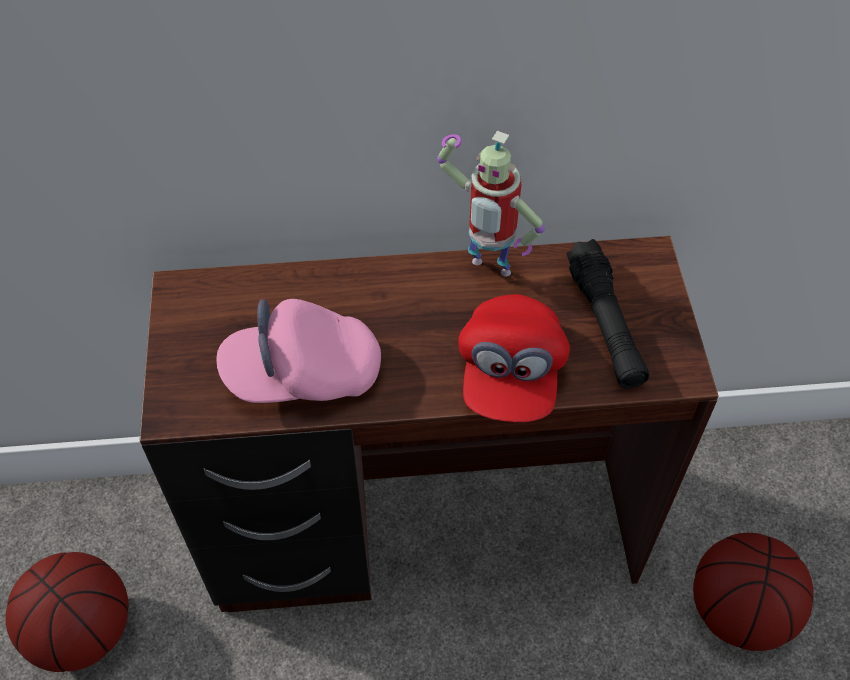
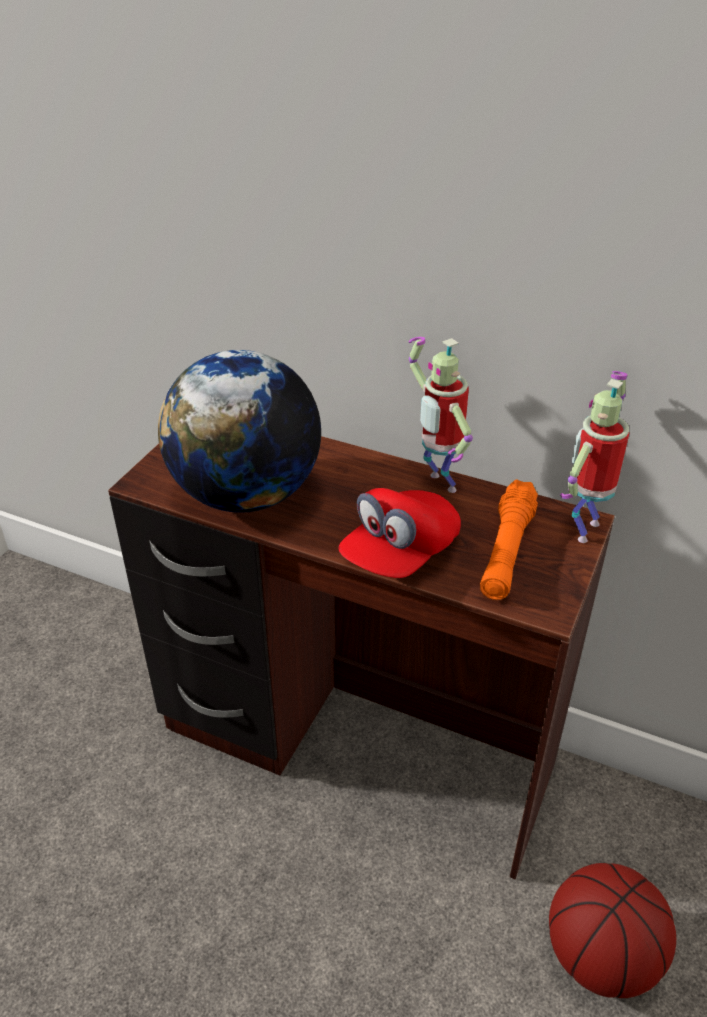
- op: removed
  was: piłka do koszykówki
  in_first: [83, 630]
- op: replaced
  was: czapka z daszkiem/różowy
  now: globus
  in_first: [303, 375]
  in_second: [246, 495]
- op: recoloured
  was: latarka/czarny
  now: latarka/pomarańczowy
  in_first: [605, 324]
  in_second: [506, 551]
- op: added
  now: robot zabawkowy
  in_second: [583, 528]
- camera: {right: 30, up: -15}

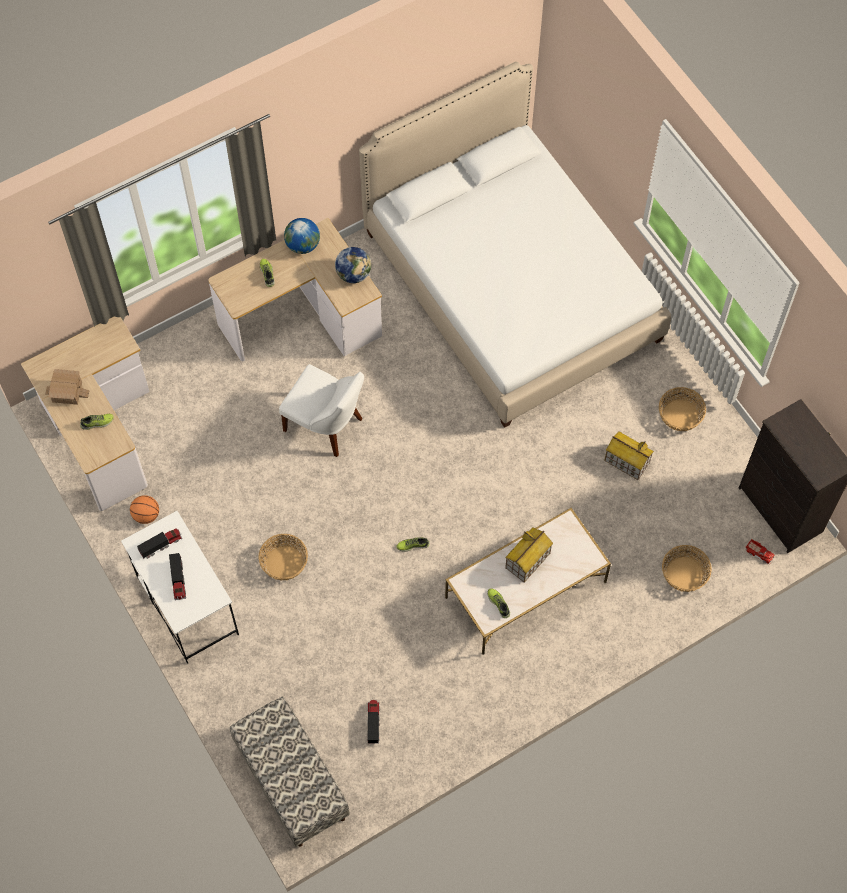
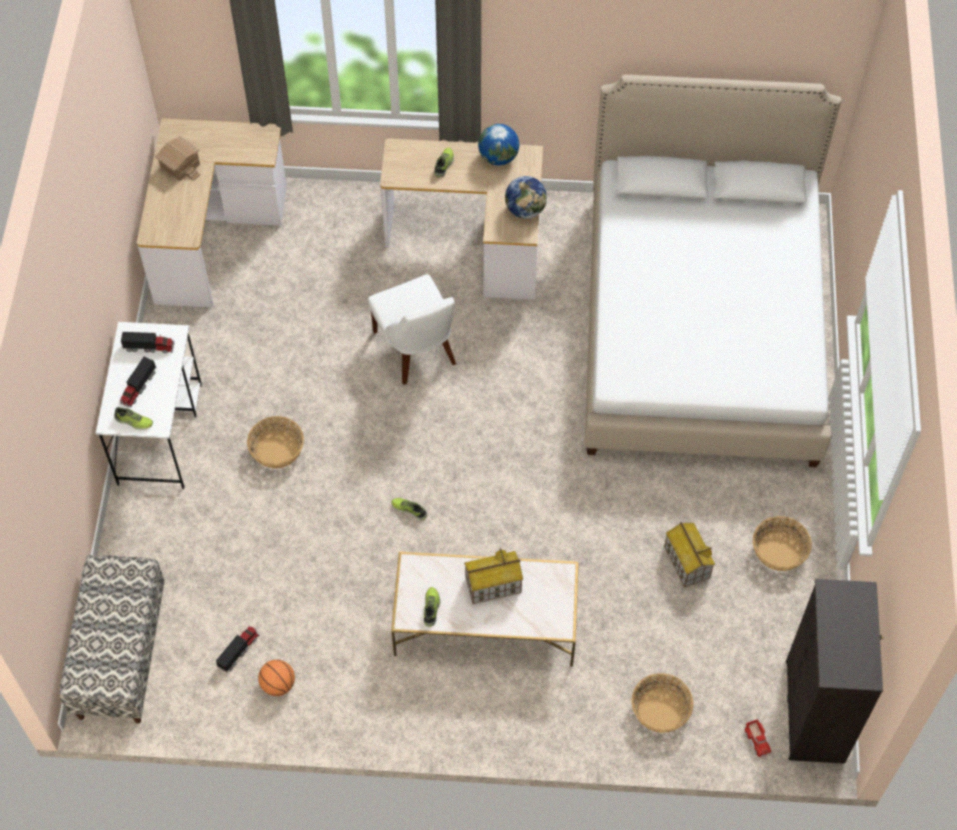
- op: moved
  was: but
  in_first: [97, 423]
  in_second: [133, 422]
- op: moved
  was: piłka do koszykówki
  in_first: [146, 515]
  in_second: [278, 684]
- camera: {right: 35, up: -5}

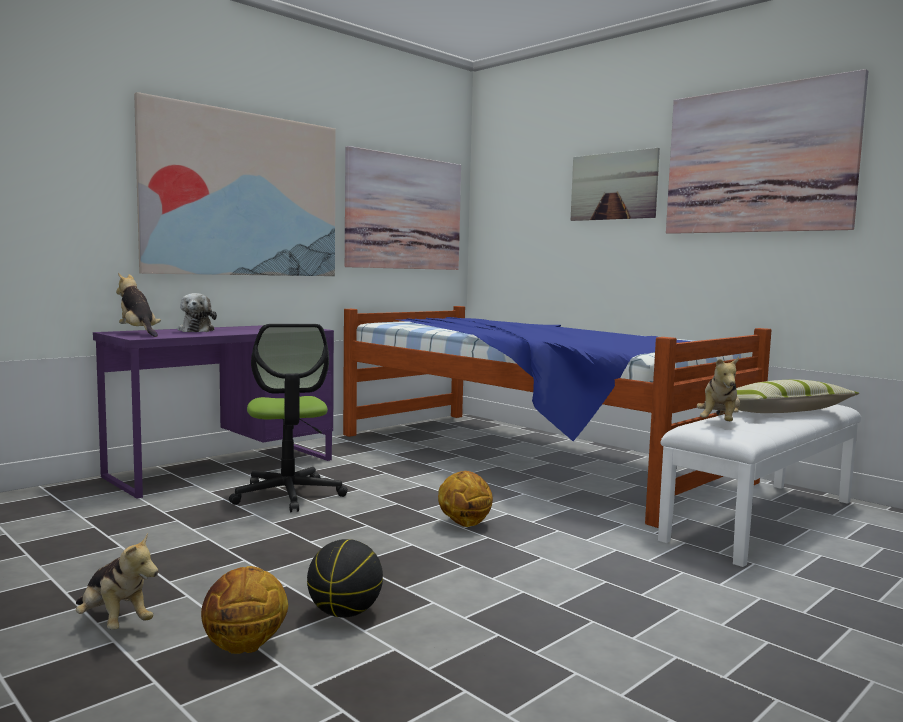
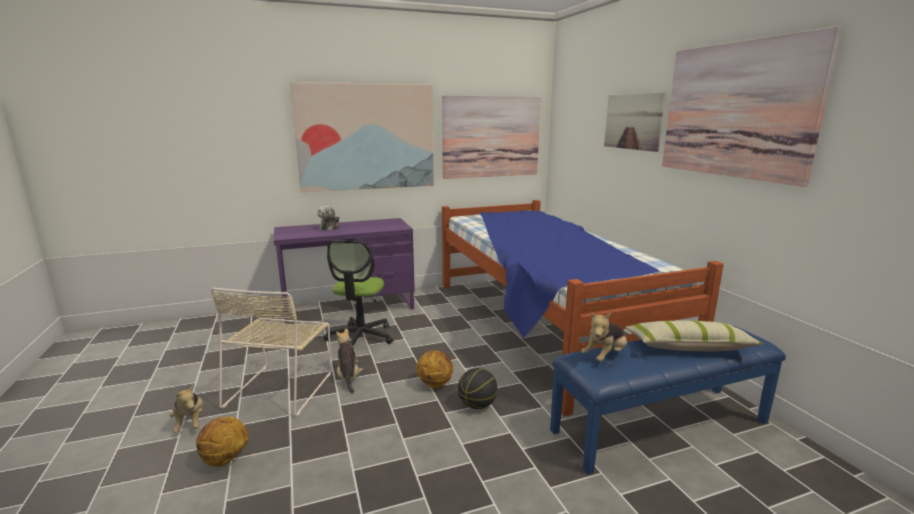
- op: moved
  was: pluszak
  in_first: [139, 333]
  in_second: [348, 377]
- op: moved
  was: piłka do koszykówki
  in_first: [345, 613]
  in_second: [477, 405]
- op: recoloured
  was: ławka/biały
  now: ławka/niebieski
  in_first: [761, 519]
  in_second: [659, 425]
- op: added
  now: krzesło/beżowy
  in_second: [281, 387]
- camera: {right: 25, up: 10}

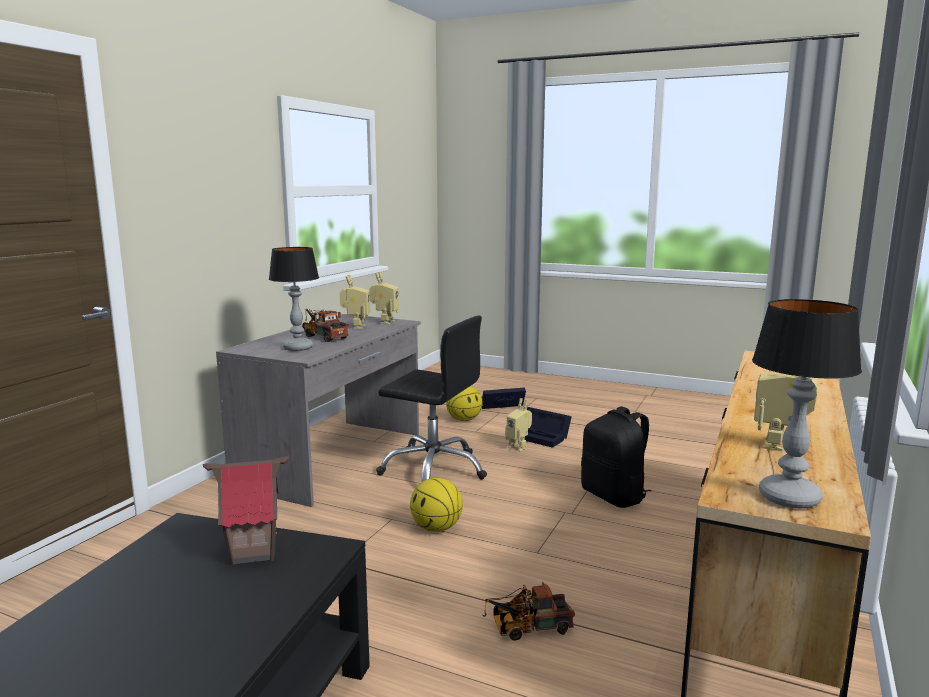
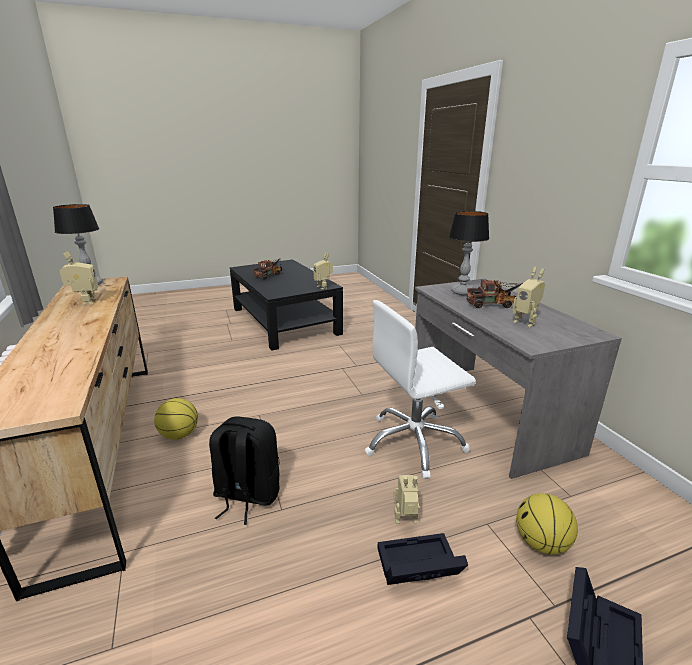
- op: removed
  was: domek
  in_first: [253, 552]
- op: moved
  was: robot zabawkowy
  in_first: [384, 322]
  in_second: [323, 287]
- op: recoloured
  was: krzesło biurowe/czarny
  now: krzesło biurowe/biały
  in_first: [434, 469]
  in_second: [414, 443]
- op: moved
  was: piłka do koszykówki
  in_first: [436, 528]
  in_second: [179, 435]
- op: moved
  was: ciężarówka zabawkowa
  in_first: [527, 628]
  in_second: [270, 275]
- camera: {right: 135, up: 10}

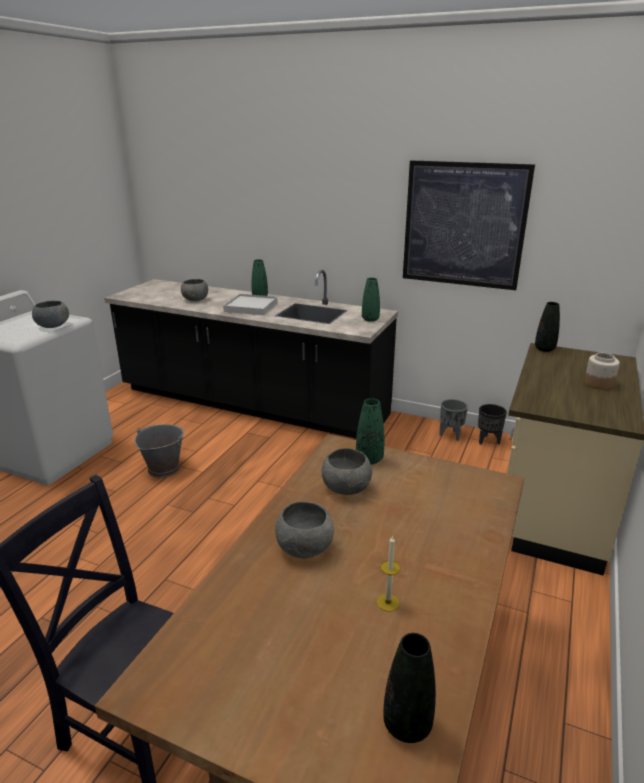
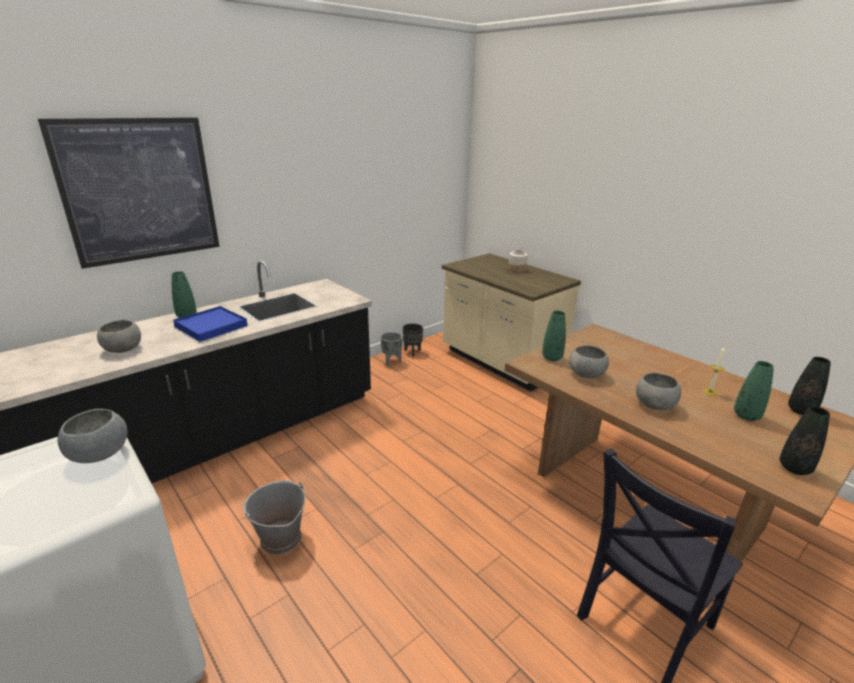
- op: recoloured
  was: taca/biały
  now: taca/niebieski
  in_first: [251, 307]
  in_second: [211, 326]
- op: moved
  was: wazon/zielony
  in_first: [370, 319]
  in_second: [746, 416]
- op: moved
  was: obraz
  in_first: [463, 225]
  in_second: [140, 191]
- op: moved
  was: wazon/czarny
  in_first: [544, 349]
  in_second: [794, 468]
- camera: {right: -65, up: 0}

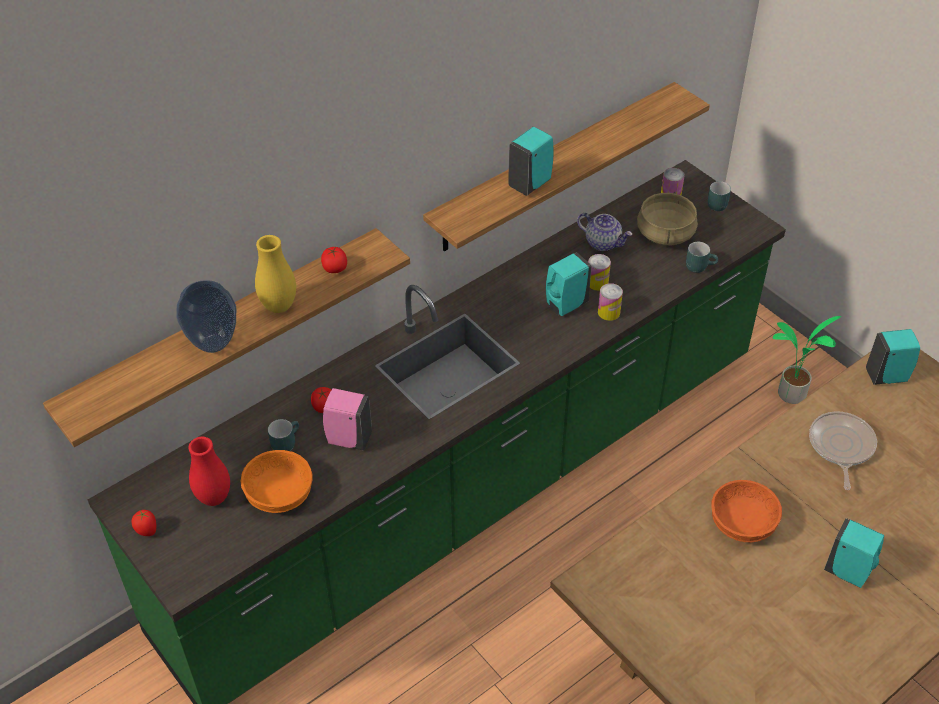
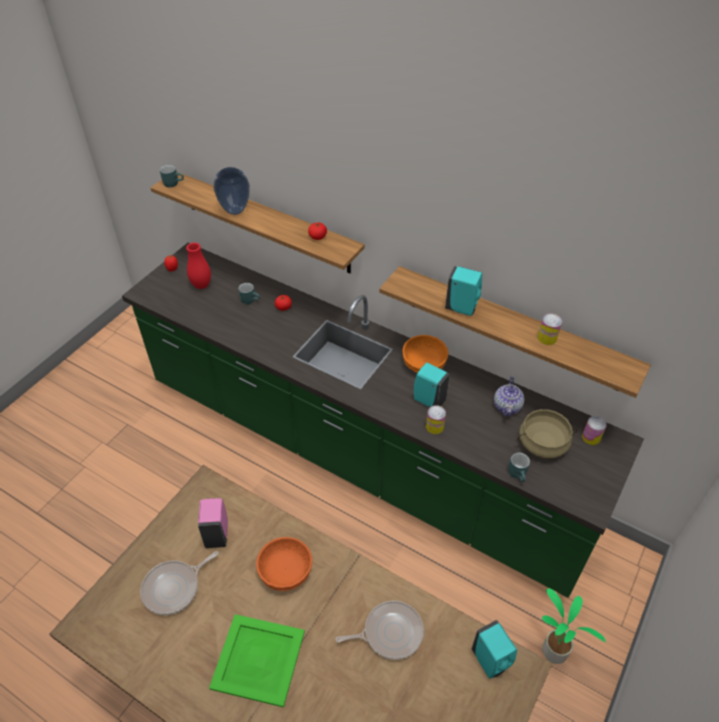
- op: moved
  was: miska/pomarańczowy
  in_first: [279, 494]
  in_second: [423, 363]
- op: removed
  was: wazon/żółty
  in_first: [279, 306]
- op: moved
  was: dozownik mydła/różowy
  in_first: [348, 439]
  in_second: [217, 533]
- op: moved
  was: puszka
  in_first: [597, 283]
  in_second: [547, 338]
- op: moved
  was: kubek/turkusowy
  in_first: [716, 203]
  in_second: [173, 183]
- op: replaced
  was: dozownik mydła/turkusowy
  now: taca/zielony
  in_first: [849, 572]
  in_second: [259, 659]
- op: added
  now: patelnia
  in_second: [174, 588]
- camera: {right: 70, up: 0}

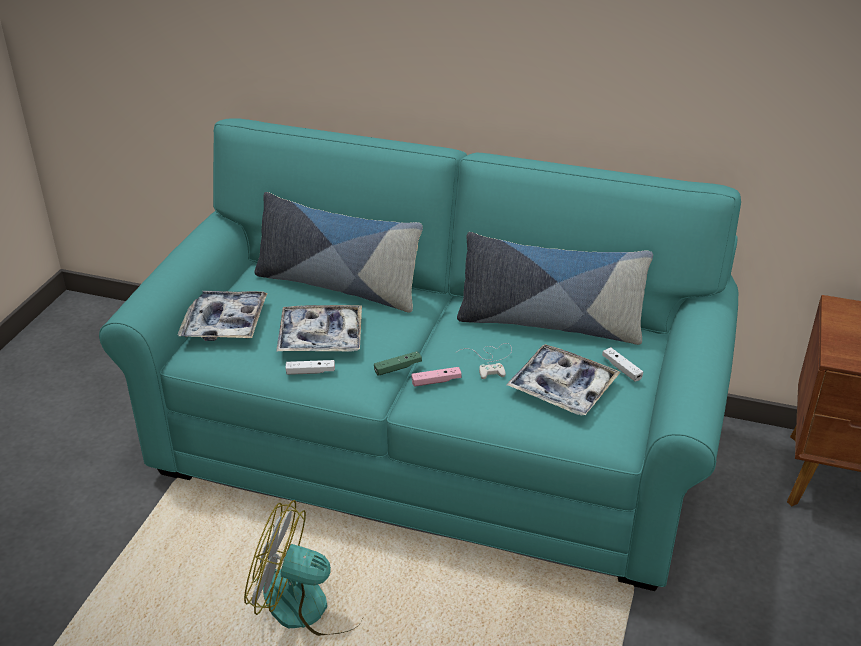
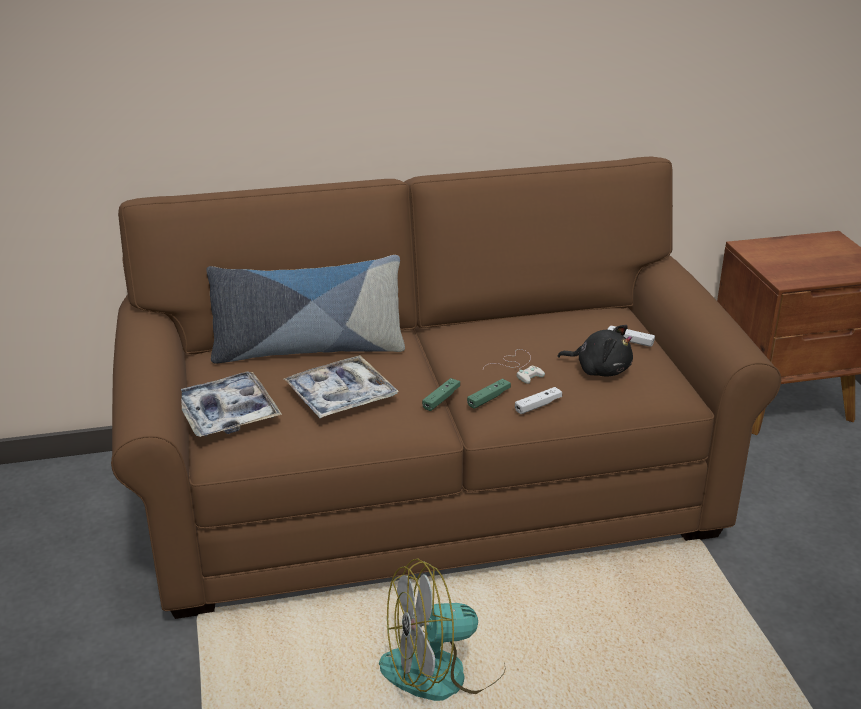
- op: recoloured
  was: kanapa/turkusowy
  now: kanapa/brązowy
  in_first: [431, 449]
  in_second: [431, 495]
- op: moved
  was: pad do gier/biały
  in_first: [310, 372]
  in_second: [538, 405]
- op: recoloured
  was: pad do gier/różowy
  now: pad do gier/zielony
  in_first: [436, 381]
  in_second: [488, 398]
- op: removed
  was: poduszka
  in_first: [549, 324]
- op: replaced
  was: taca
  now: pluszak/czarny
  in_first: [562, 388]
  in_second: [600, 370]
- camera: {right: -30, up: -5}

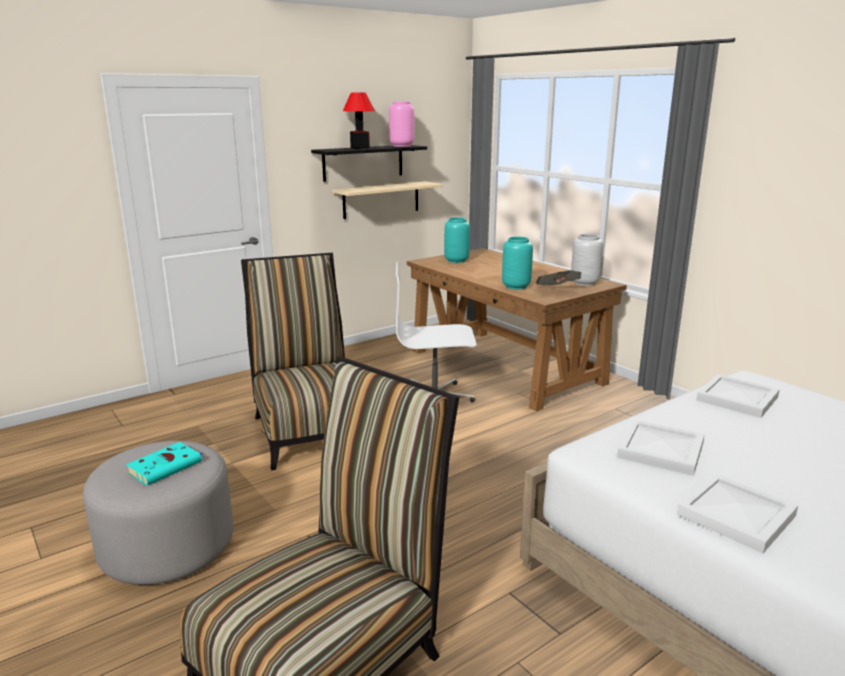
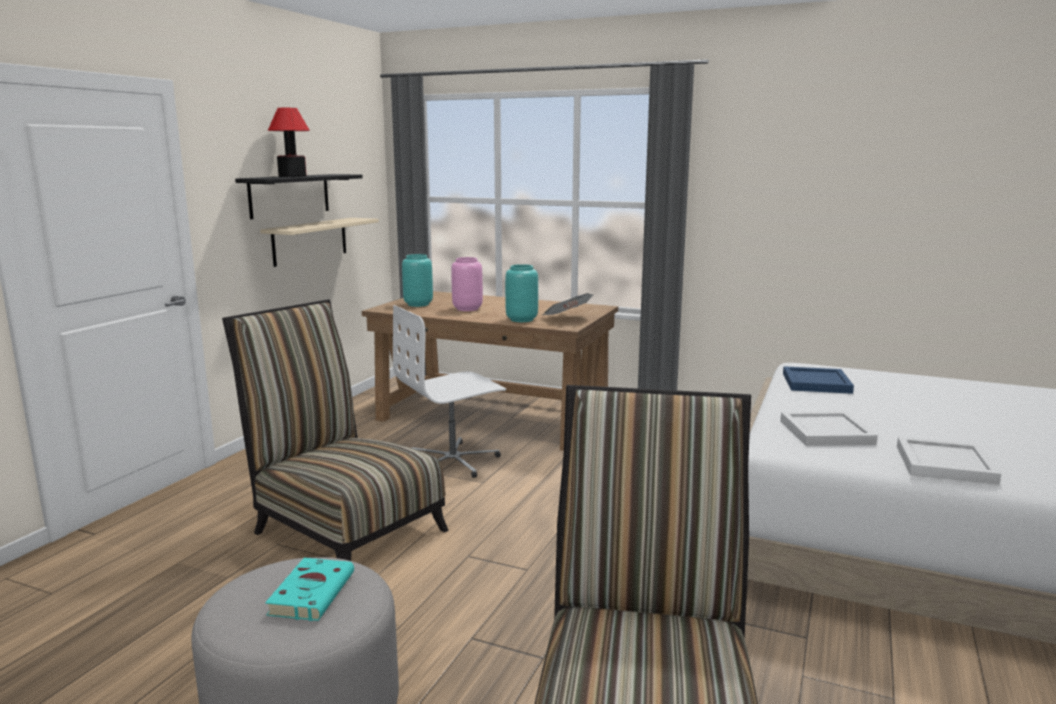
- op: moved
  was: wazon/różowy
  in_first: [402, 146]
  in_second: [468, 309]
- op: removed
  was: wazon/szary
  in_first: [585, 283]
- op: recoloured
  was: taca/biały
  now: taca/niebieski
  in_first: [736, 398]
  in_second: [815, 383]
- camera: {right: -30, up: -5}

